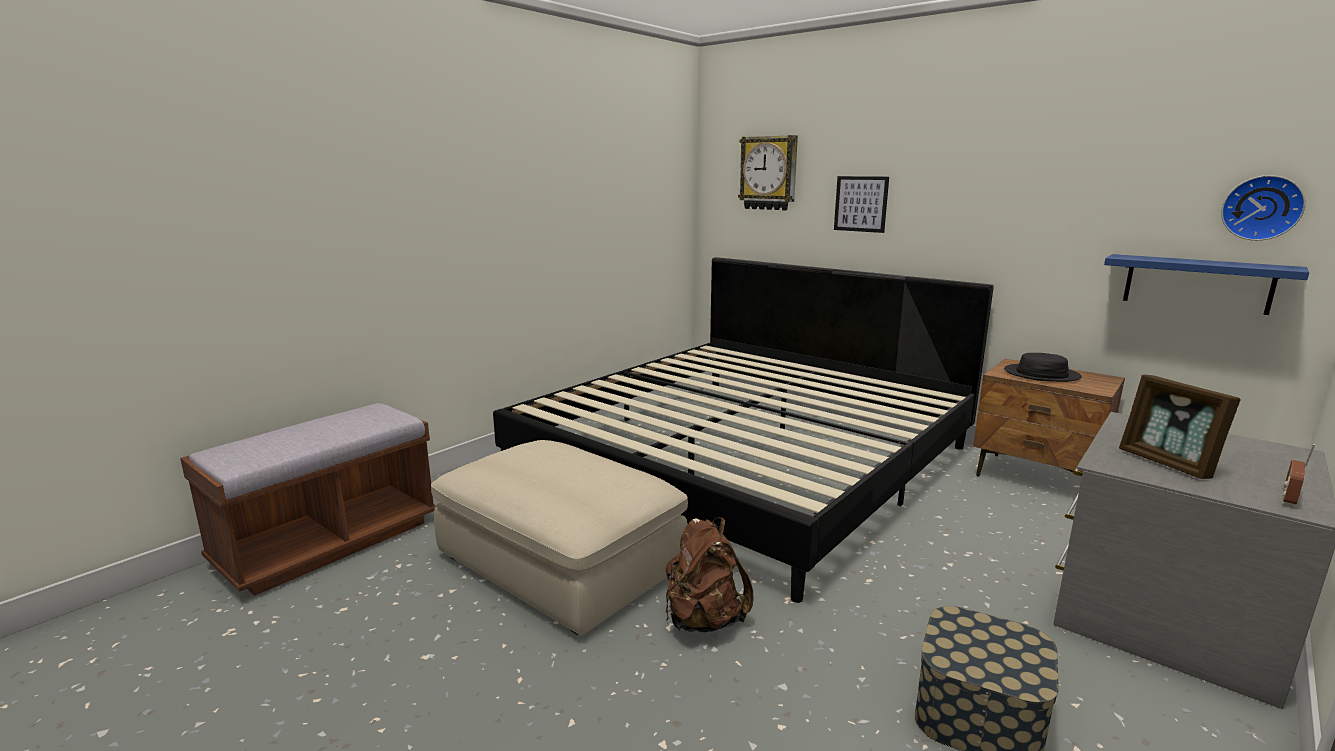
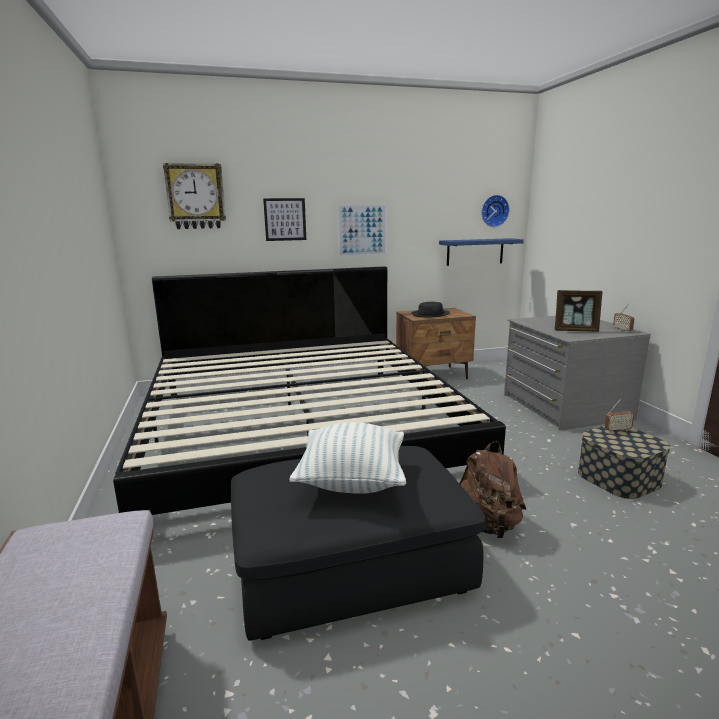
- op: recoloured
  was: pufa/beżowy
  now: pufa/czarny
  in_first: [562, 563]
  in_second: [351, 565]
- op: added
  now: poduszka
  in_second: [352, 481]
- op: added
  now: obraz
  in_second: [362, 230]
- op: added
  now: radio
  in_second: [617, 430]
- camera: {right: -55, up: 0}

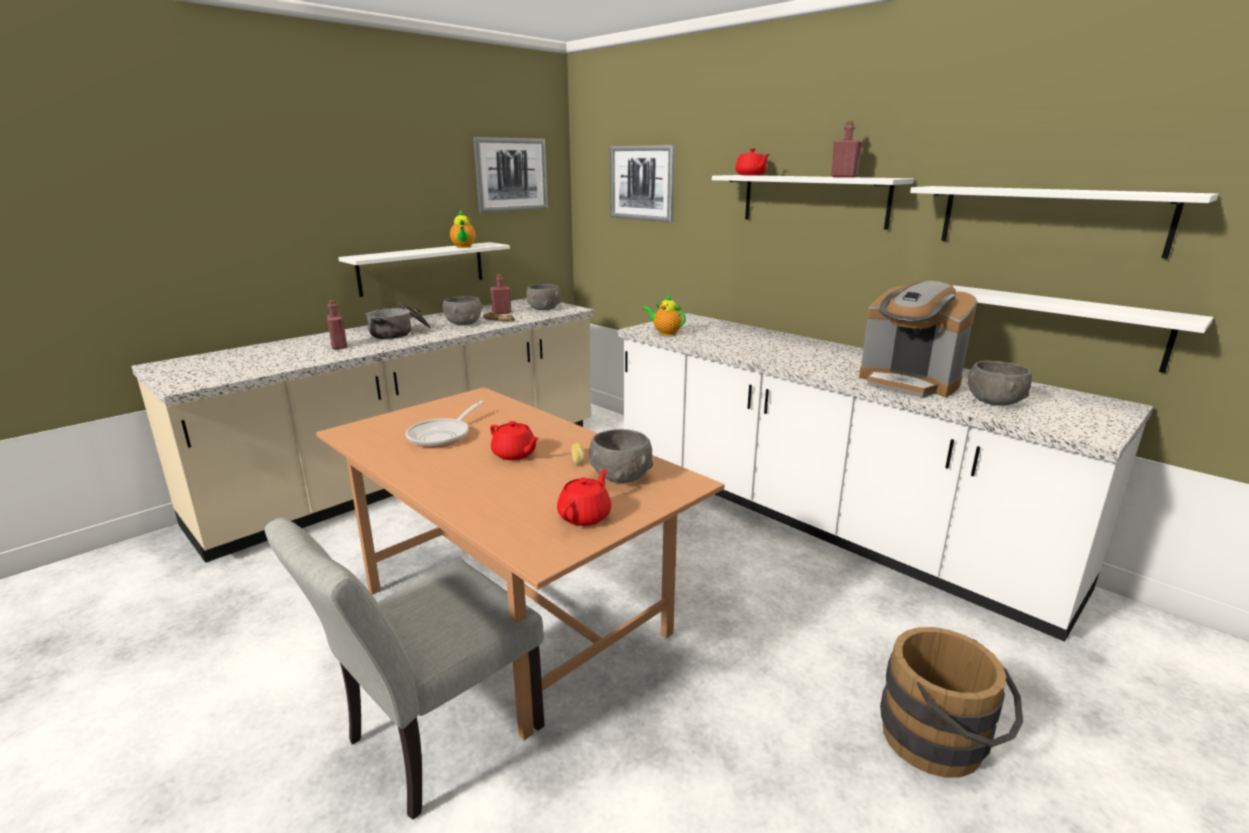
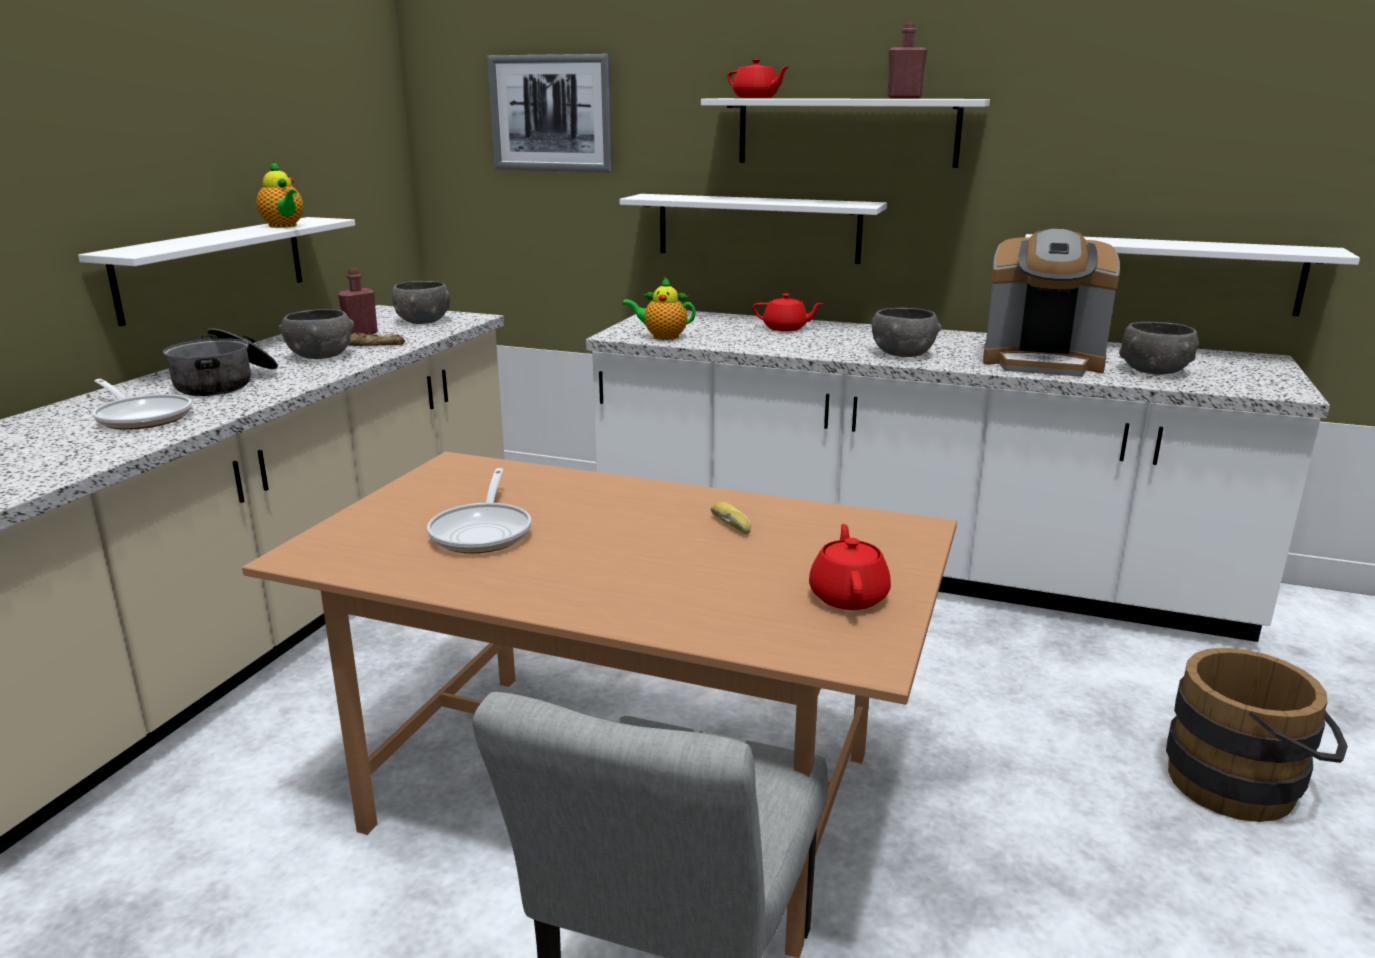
- op: replaced
  was: butelka/czerwony
  now: patelnia
  in_first: [339, 346]
  in_second: [142, 417]
- op: removed
  was: obraz
  in_first: [511, 174]
- op: moved
  was: imbryk/czerwony
  in_first: [514, 454]
  in_second: [786, 328]
- op: moved
  was: miska/szary
  in_first: [620, 476]
  in_second: [902, 354]
- op: moved
  was: półka/biały
  in_first: [1050, 219]
  in_second: [758, 228]
- camera: {right: -25, up: 0}

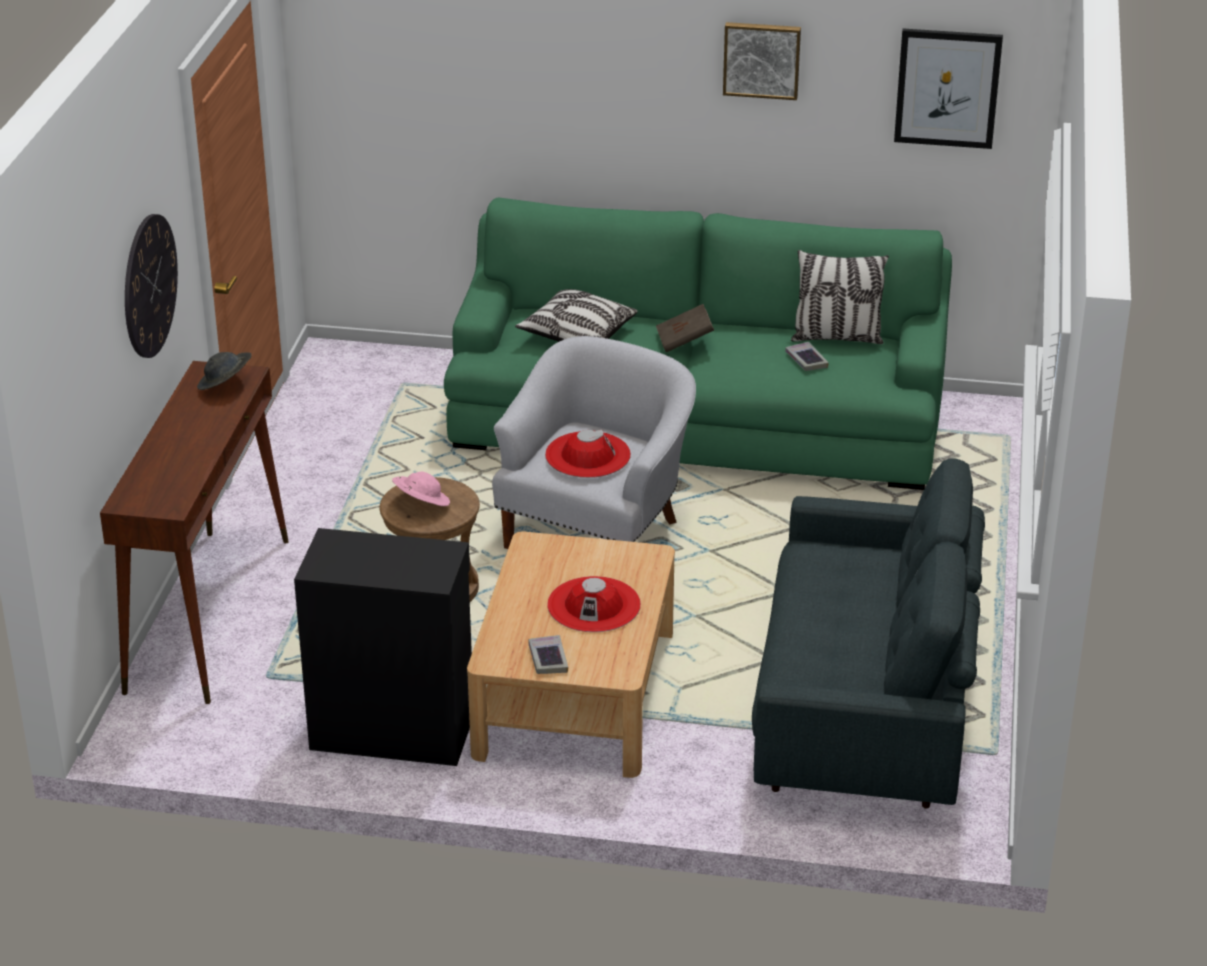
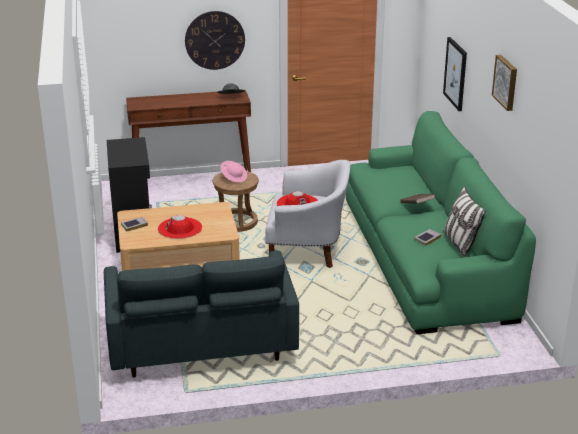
- op: removed
  was: poduszka
  in_first: [577, 335]
- op: moved
  was: obraz
  in_first: [947, 88]
  in_second: [456, 73]
- camera: {right: 70, up: -5}

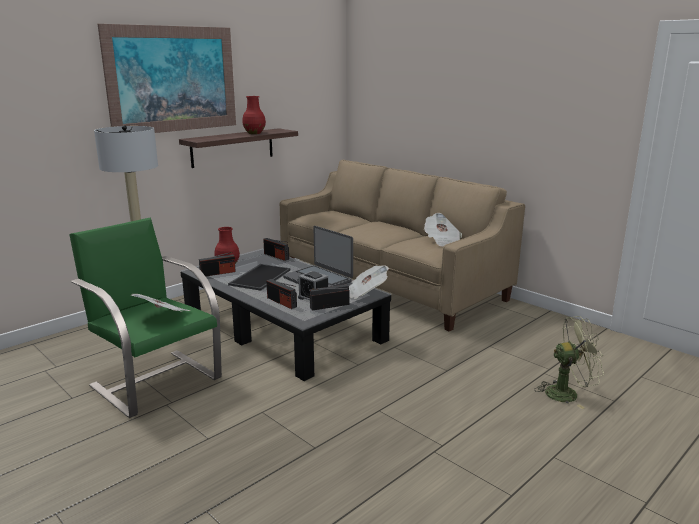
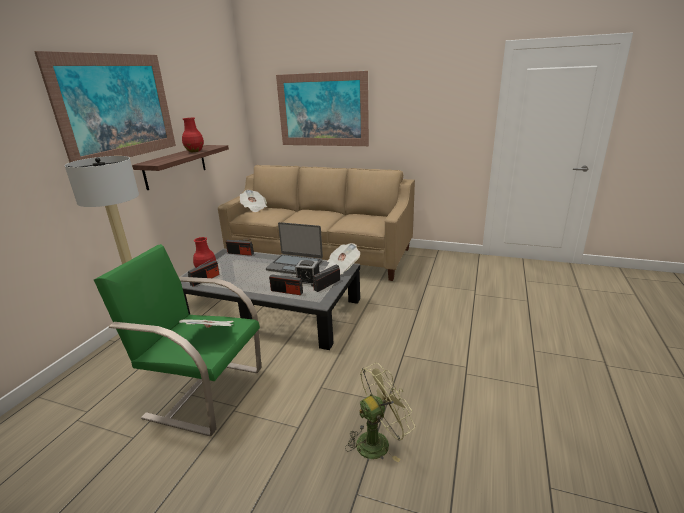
- op: removed
  was: taca
  in_first: [260, 277]
- op: moved
  was: gazeta
  in_first: [442, 240]
  in_second: [254, 208]
- op: moved
  was: wentylator/zielony
  in_first: [568, 393]
  in_second: [378, 441]
- op: added
  now: obraz
  in_second: [322, 110]
- camera: {right: -25, up: 5}

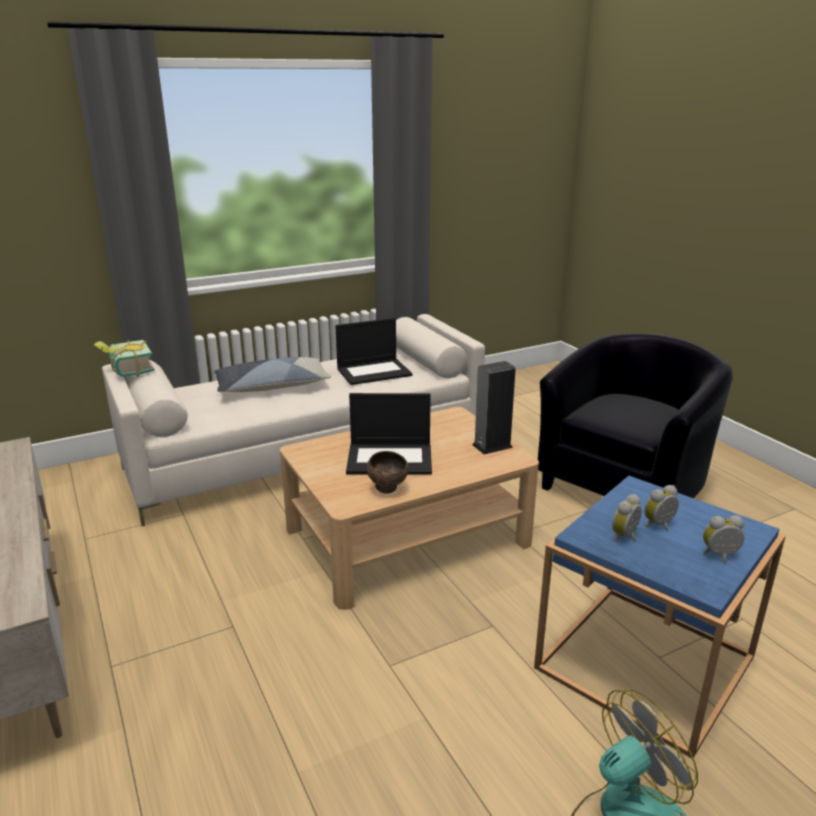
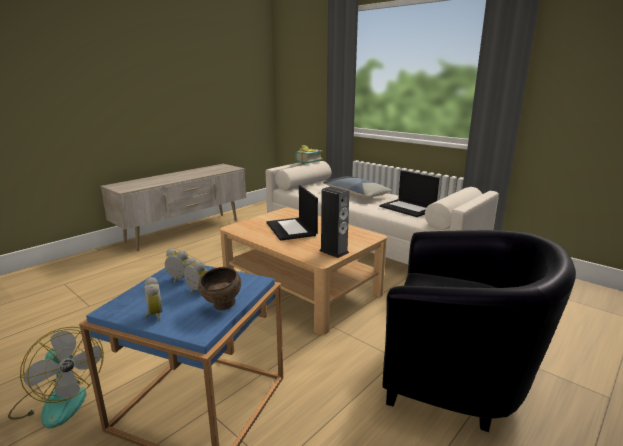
- op: moved
  was: miska/brązowy
  in_first: [388, 489]
  in_second: [222, 307]
- camera: {right: 70, up: -5}

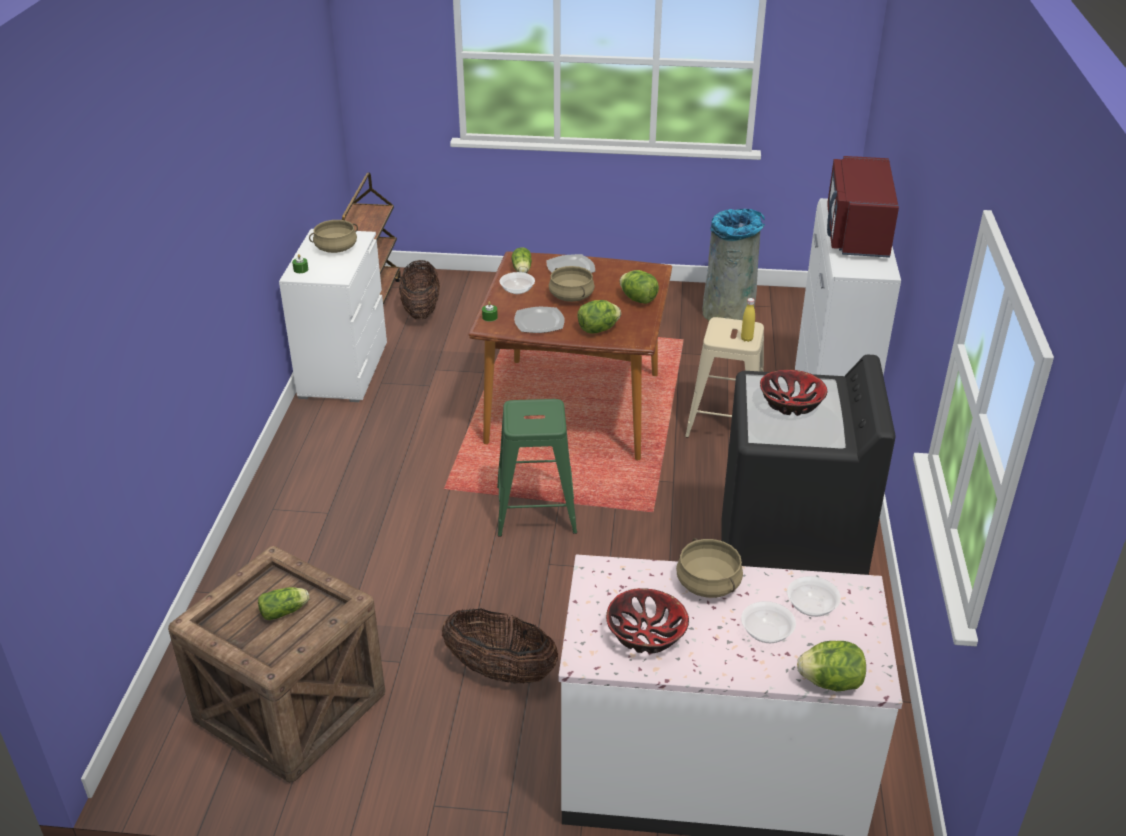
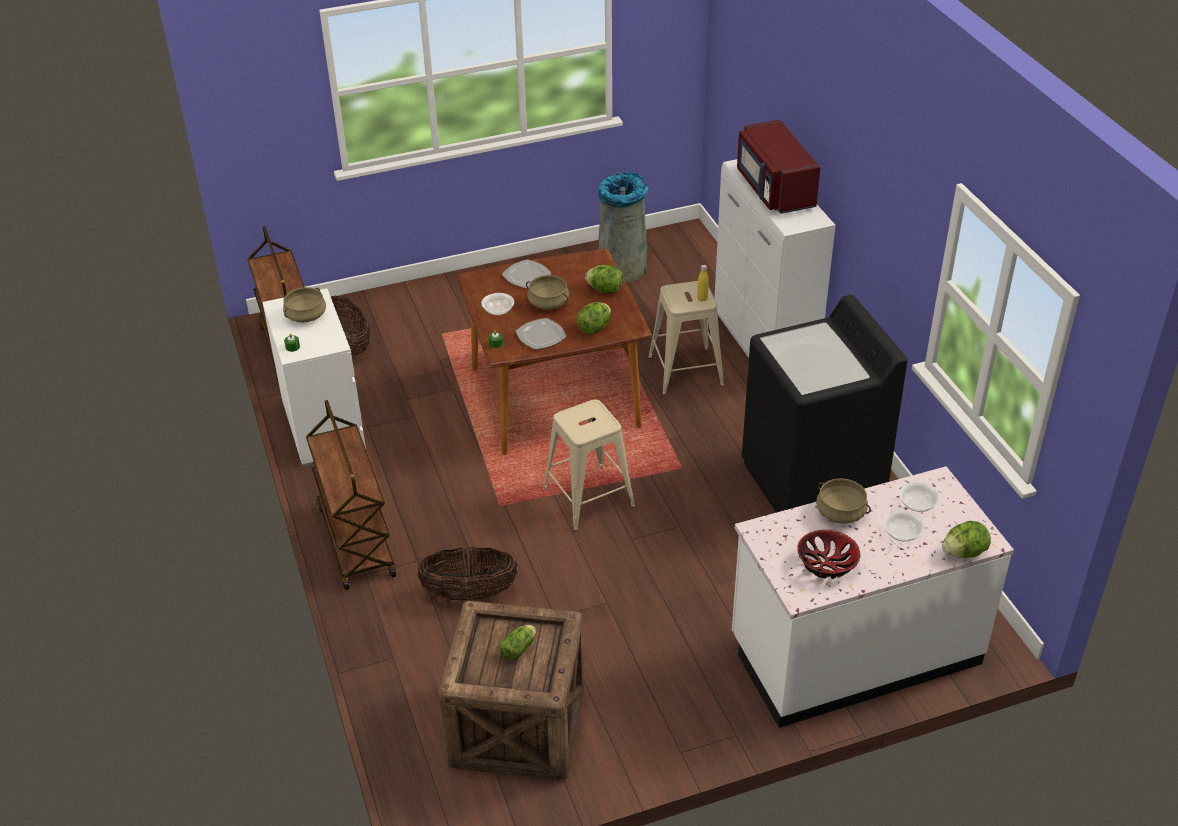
- op: moved
  was: koszyk
  in_first: [500, 671]
  in_second: [469, 593]
- op: recoloured
  was: stołek/zielony
  now: stołek/beżowy
  in_first: [536, 509]
  in_second: [588, 497]
- op: removed
  was: sałata
  in_first: [522, 270]
- op: removed
  was: miska
  in_first: [791, 404]
- op: added
  now: wózek/brązowy
  in_second: [355, 541]
- camera: {right: -25, up: 5}

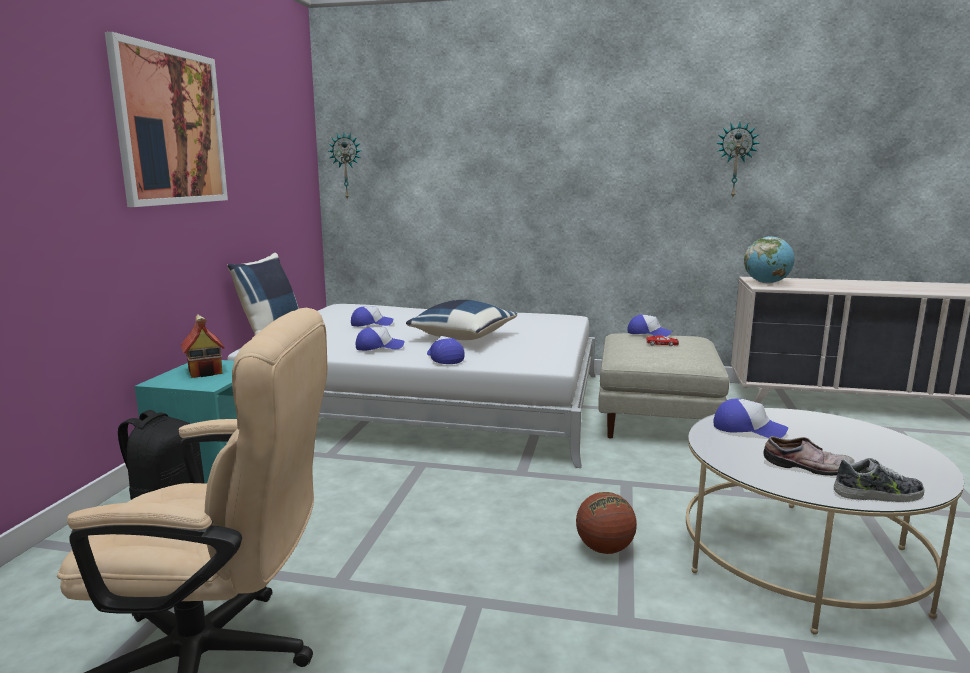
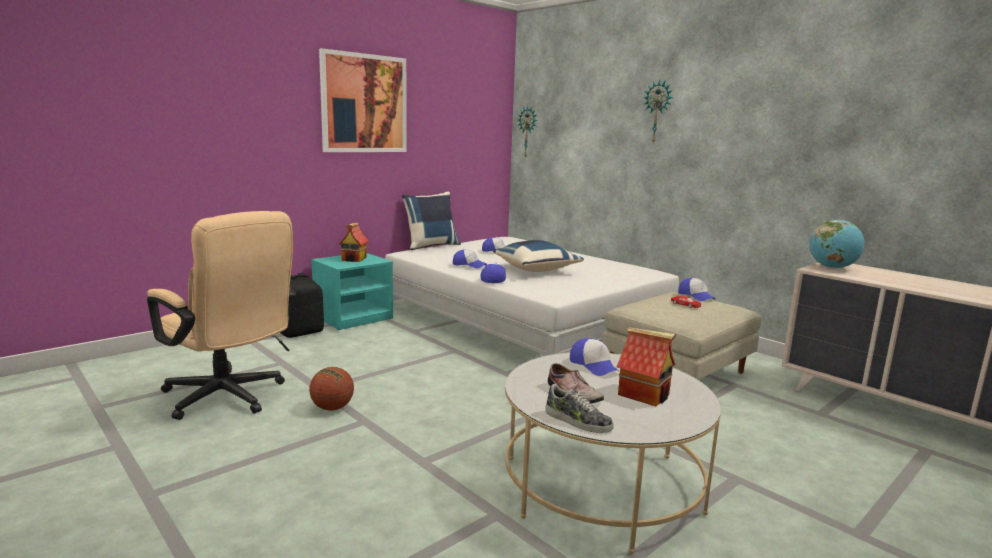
- op: moved
  was: piłka do koszykówki
  in_first: [604, 549]
  in_second: [332, 408]
- op: moved
  was: zegar ścienny
  in_first: [735, 160]
  in_second: [657, 112]
- op: added
  now: domek
  in_second: [644, 394]
- camera: {right: 35, up: 0}

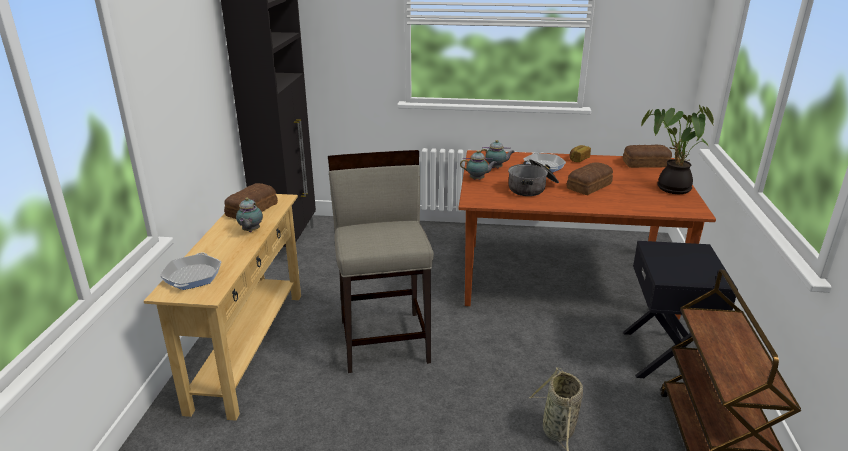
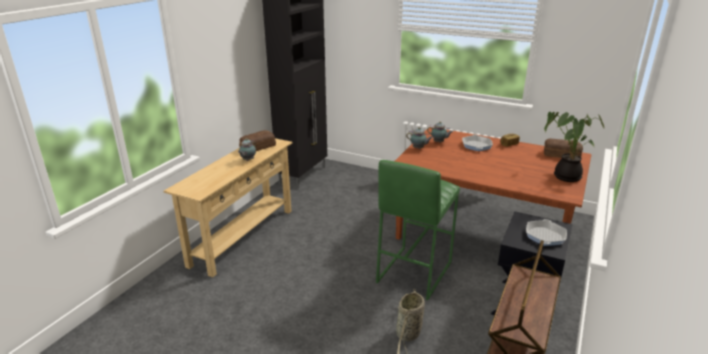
- op: moved
  was: patelnia
  in_first: [192, 276]
  in_second: [545, 236]
- op: removed
  was: stołek/beżowy
  in_first: [385, 340]
- op: removed
  was: garnek
  in_first: [532, 188]
- op: removed
  was: chleb
  in_first: [590, 186]
- op: added
  now: stołek/zielony
  in_second: [413, 272]
- camera: {right: 20, up: 0}

